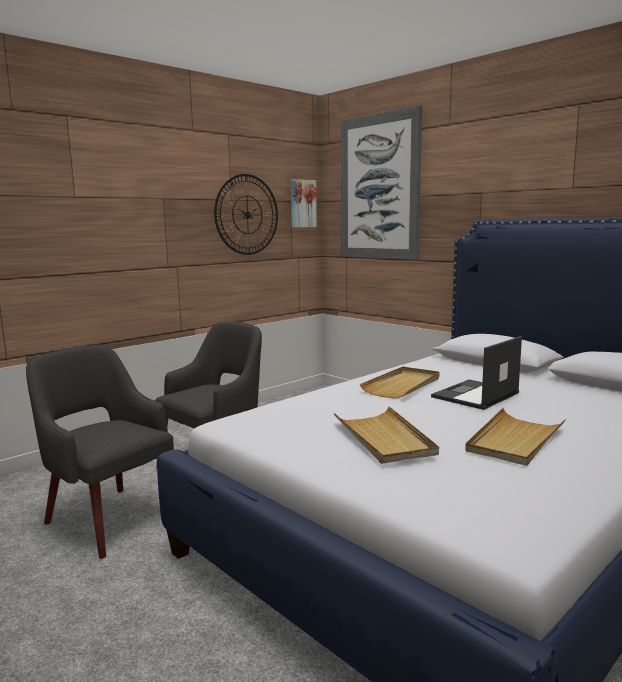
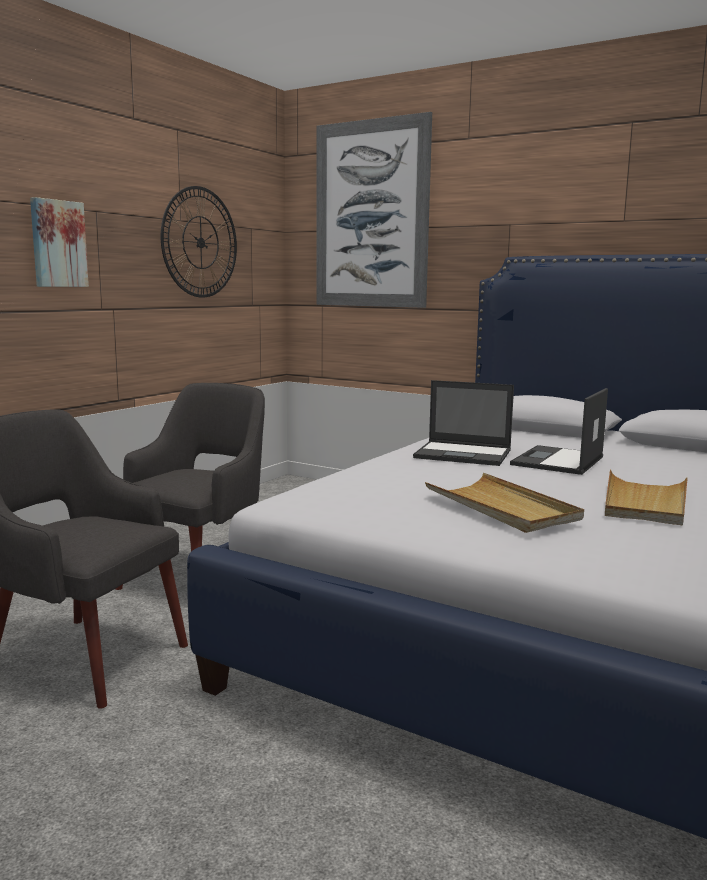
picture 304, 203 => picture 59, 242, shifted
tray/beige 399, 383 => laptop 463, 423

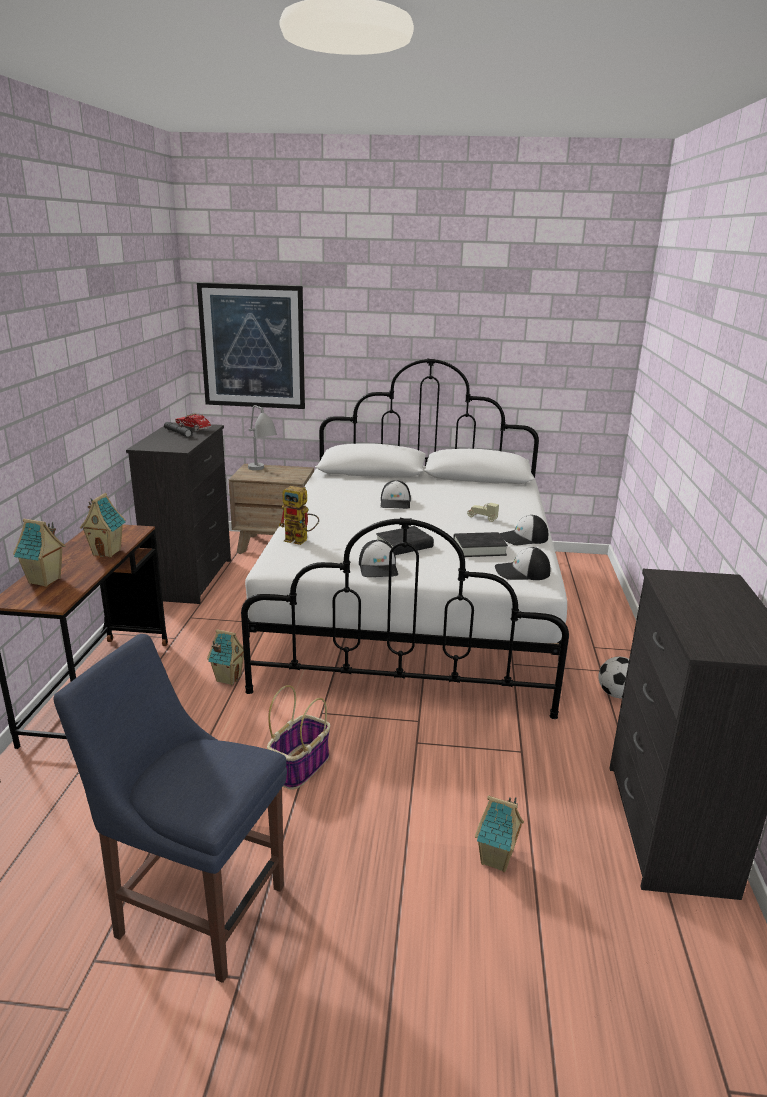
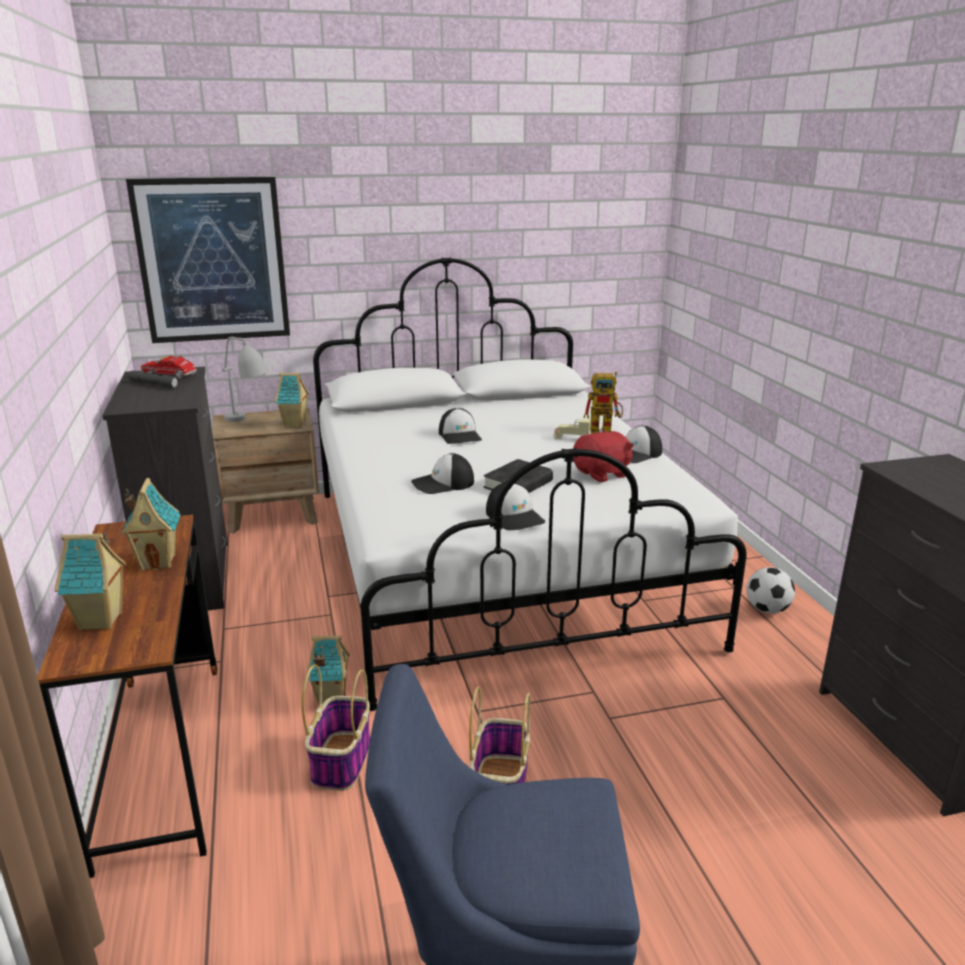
nothing => basket 336, 727
toy robot 299, 515 => toy robot 603, 402, shifted
toy house 499, 833 => toy house 292, 400, shifted
cap 522, 563 => cap 442, 473, shifted
book/black 480, 544 => plush toy/red 603, 456

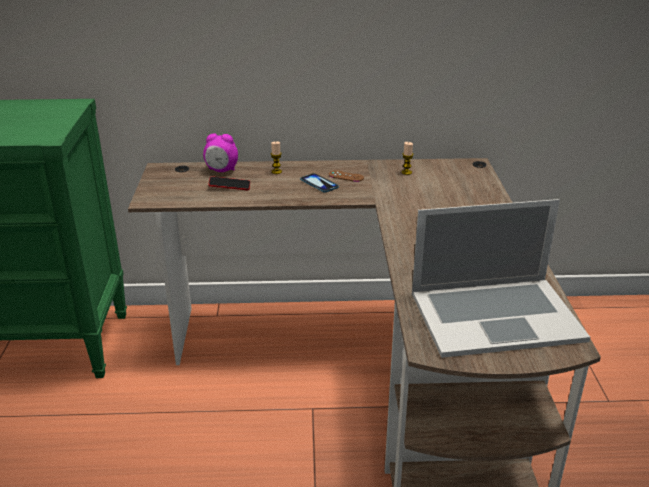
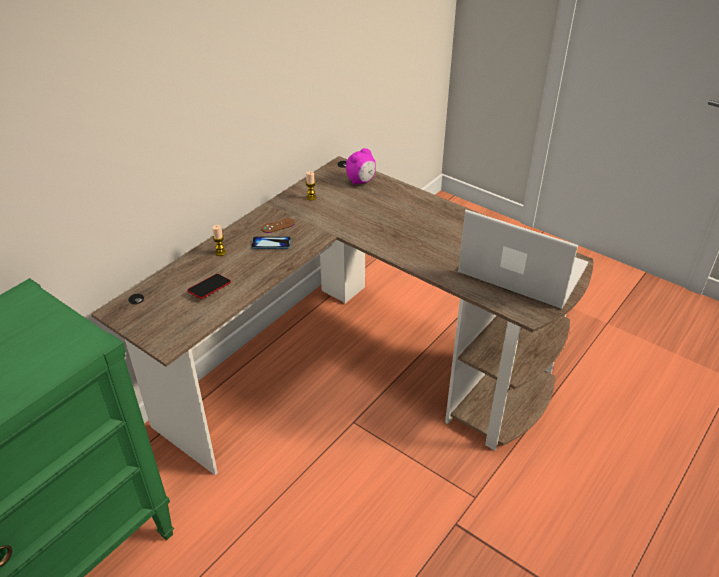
alarm clock 220, 153 => alarm clock 361, 166, shifted
laptop 501, 278 => laptop 523, 259, 90 degrees counterclockwise

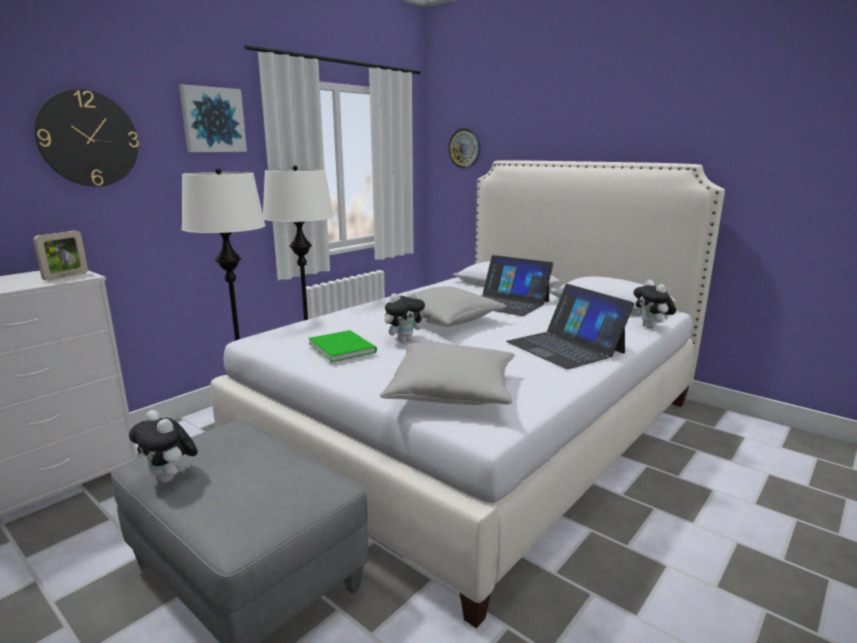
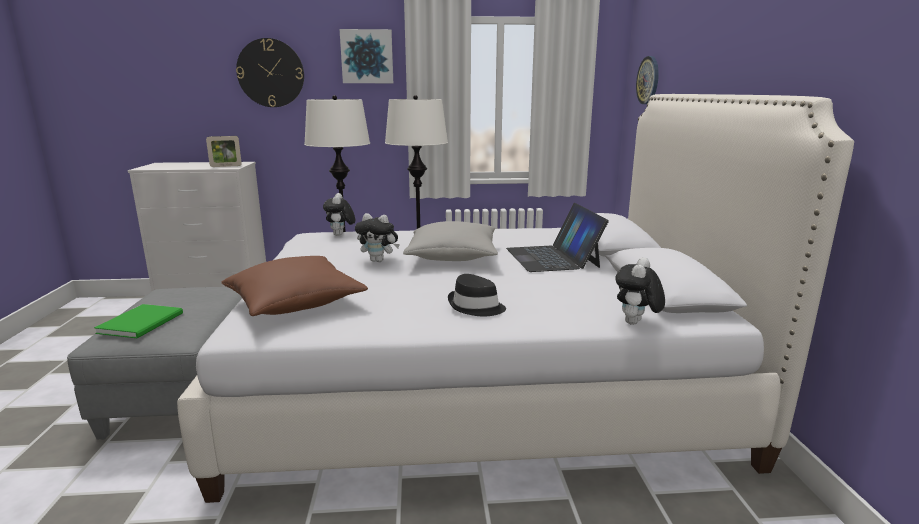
plush toy 163, 446 => plush toy 339, 214, shifted
book/green 342, 346 => book/green 138, 321, shifted
laptop 570, 326 => hat/black 477, 295
pillow/grey 447, 374 => pillow/brown 294, 286

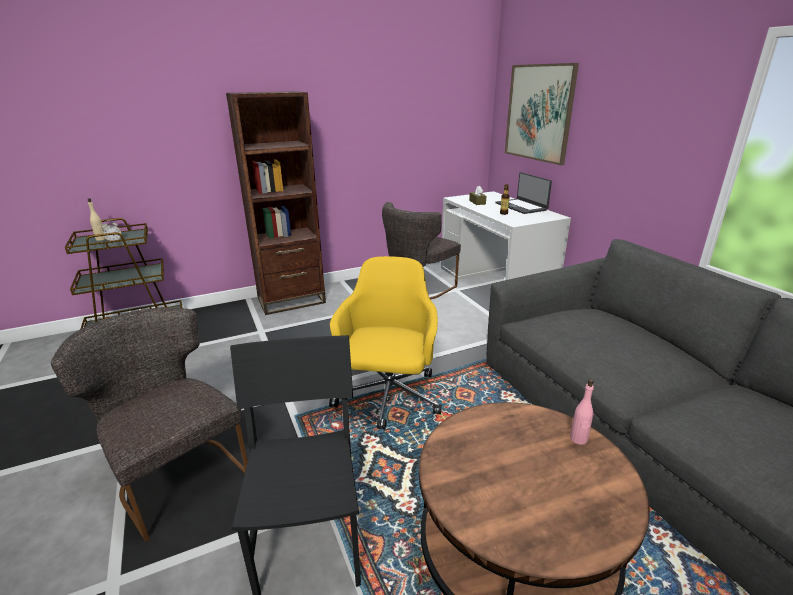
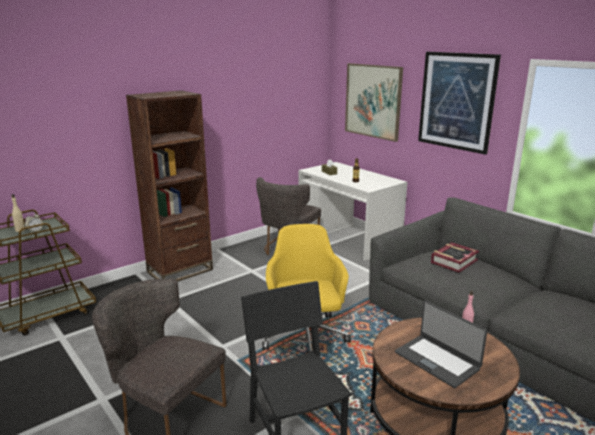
nothing => picture 459, 103
nothing => book 455, 257
laptop 523, 193 => laptop 441, 344, shifted

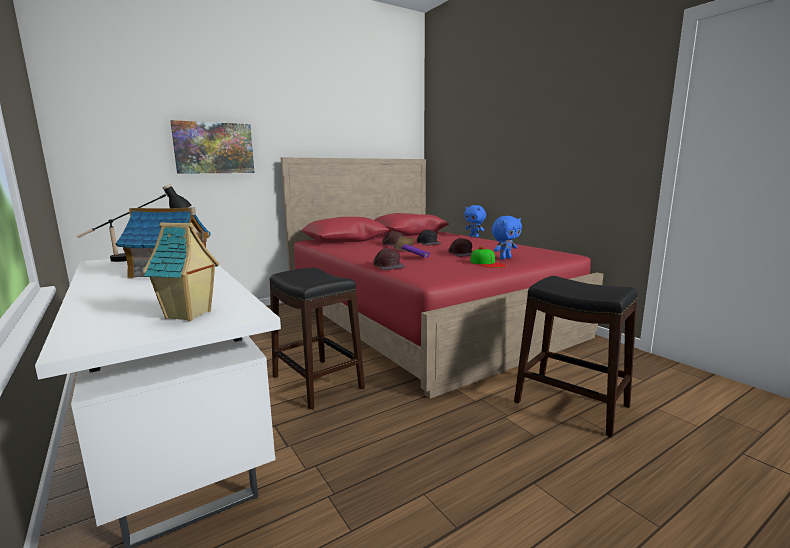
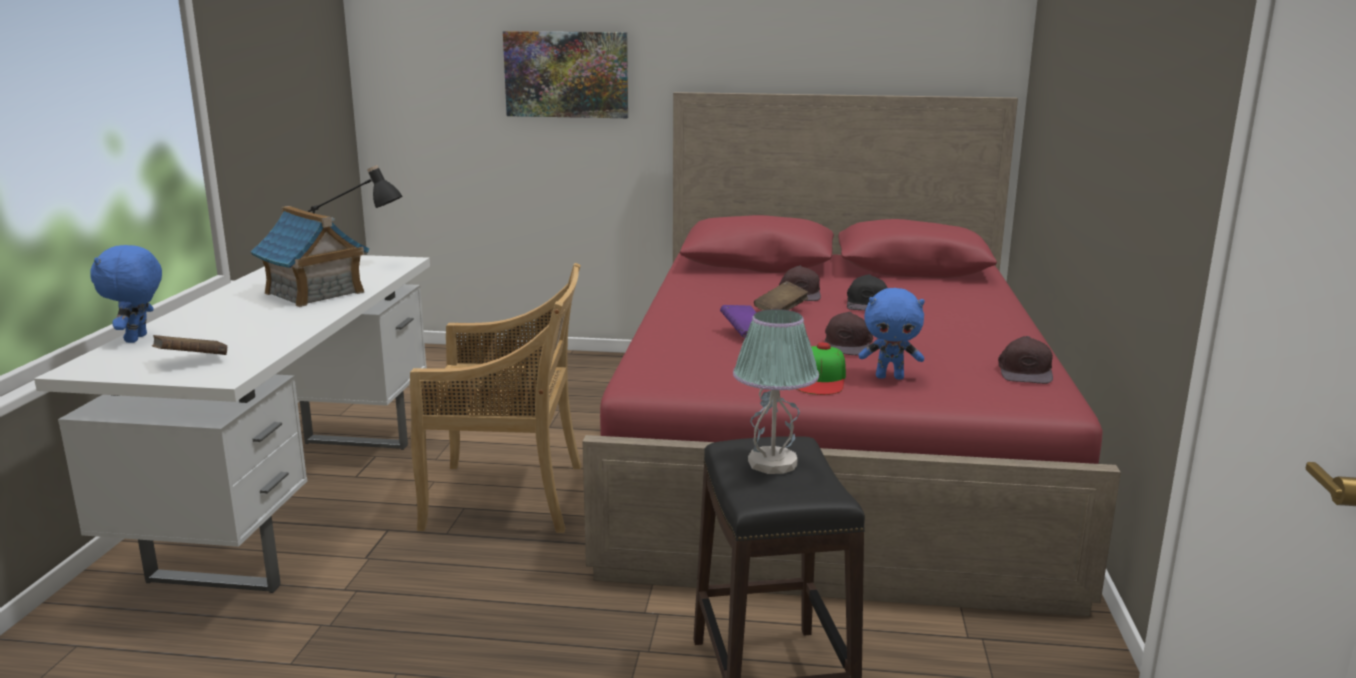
nothing => table lamp 776, 391
cap/brown 389, 259 => cap/brown 1025, 360, shifted
plush toy/blue 475, 221 => plush toy/blue 126, 294, shifted
toy house 181, 271 => book/brown 189, 345
stool/black 317, 338 => chair/beige 495, 398

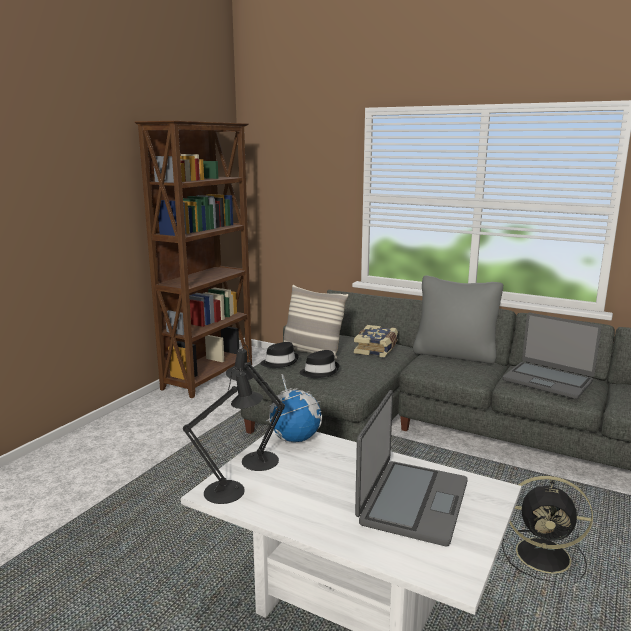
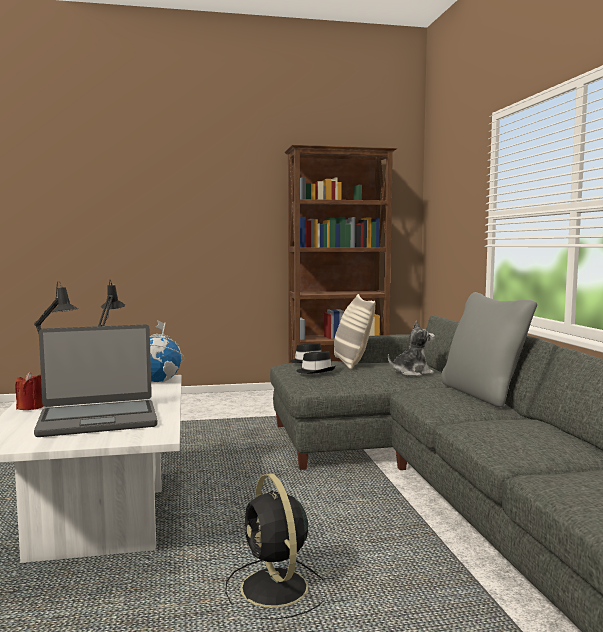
laptop 552, 356 => nothing
nothing => candle/red 29, 391
book 376, 341 => plush toy 411, 348

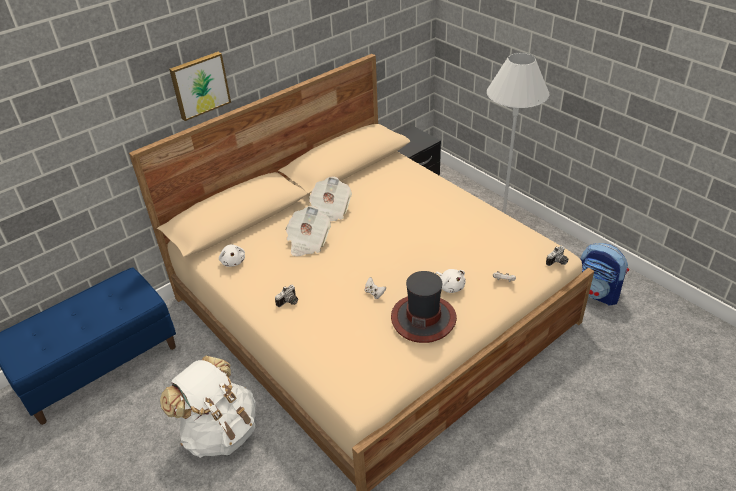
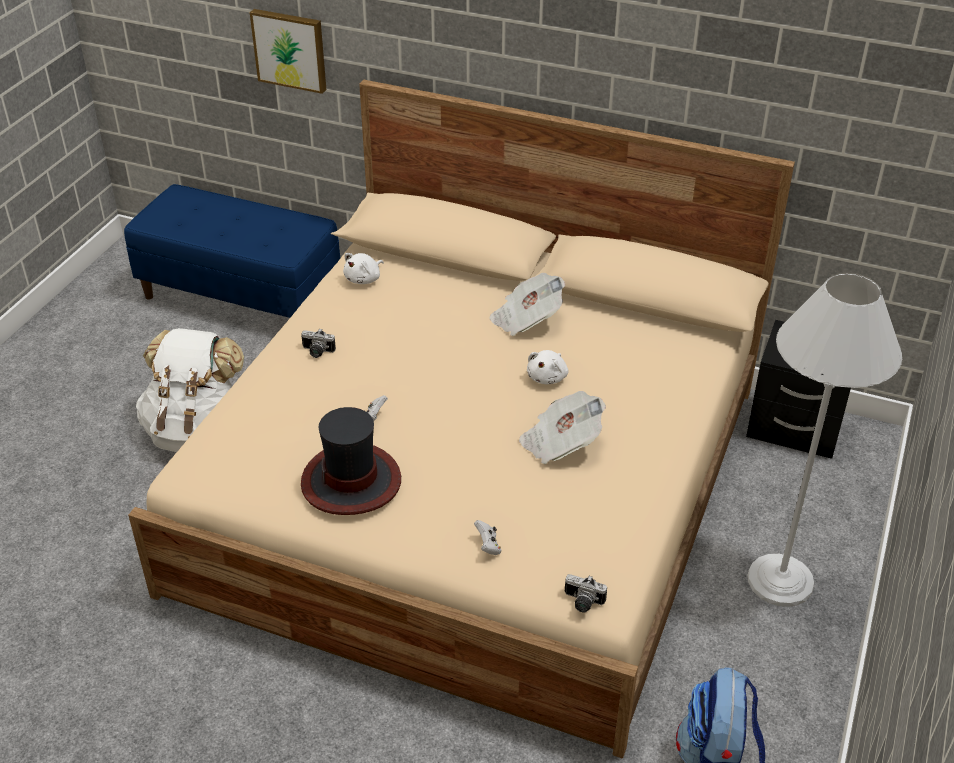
picture 200, 86 => picture 288, 51, shifted
newspaper 308, 231 => newspaper 562, 427, shifted
plush toy/white 451, 281 => plush toy/white 547, 367, shifted

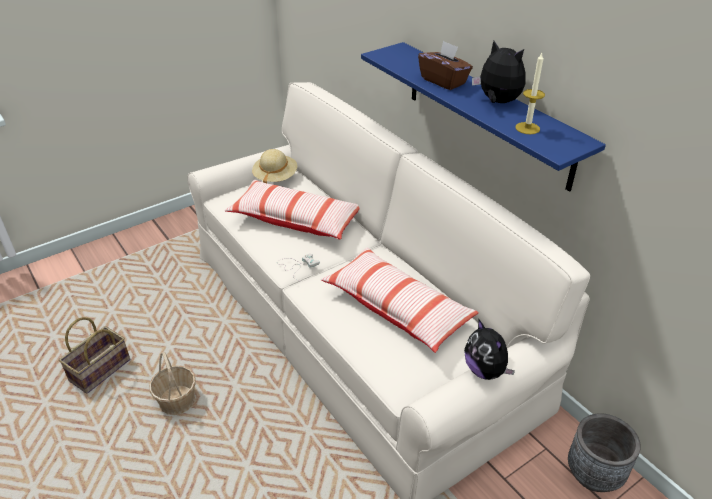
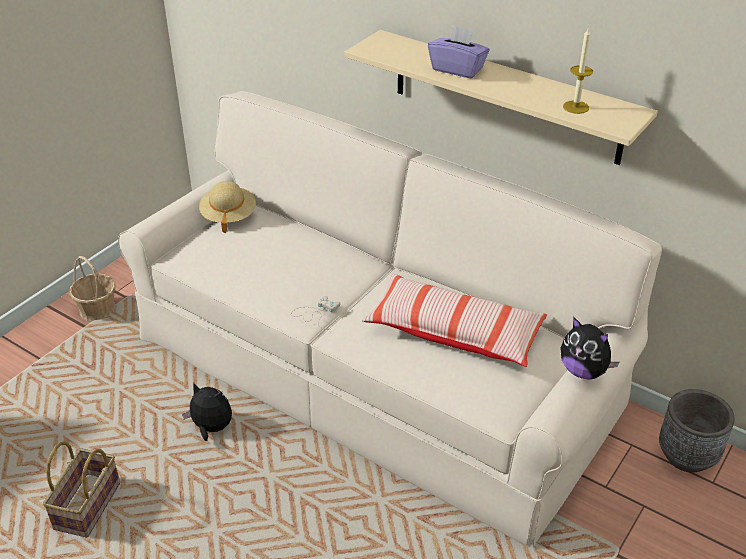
pillow 292, 209 => nothing
basket 172, 383 => basket 93, 288, shifted
plush toy 499, 72 => plush toy 207, 411, shifted
shelf/blue 483, 117 => shelf/beige 501, 97
tissue box/brown 445, 65 => tissue box/purple 459, 52

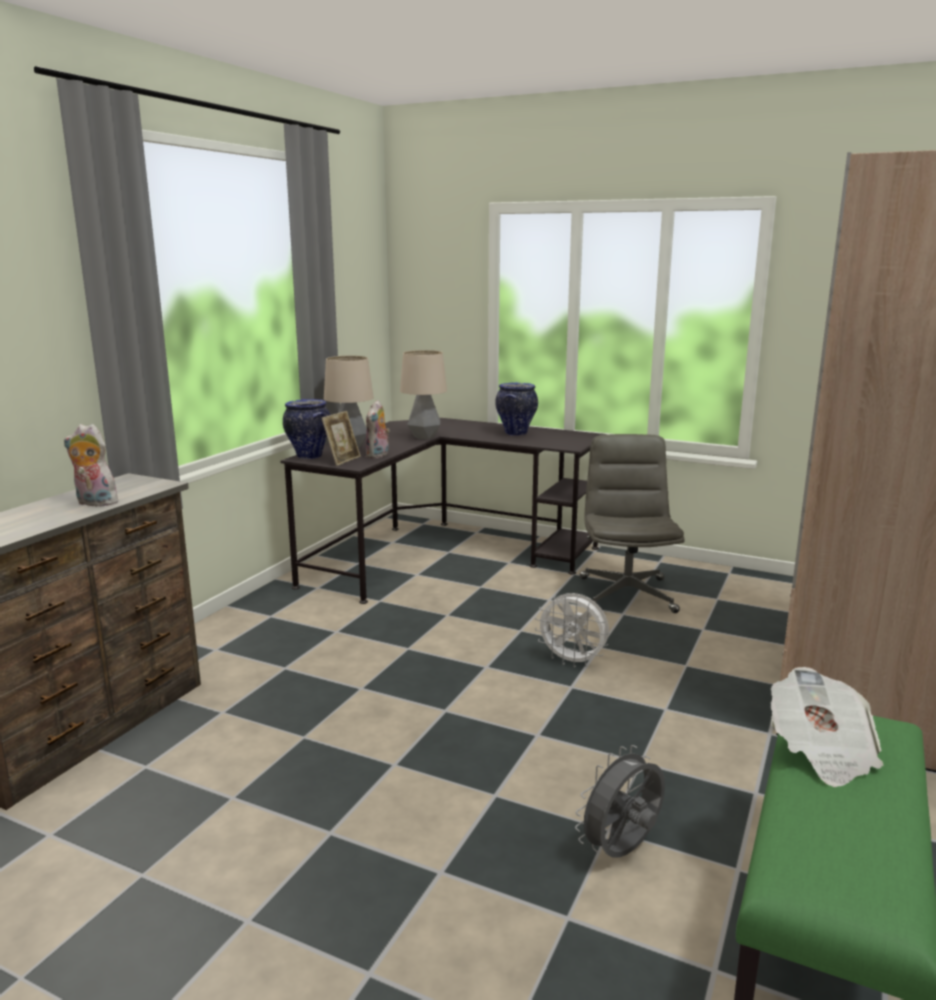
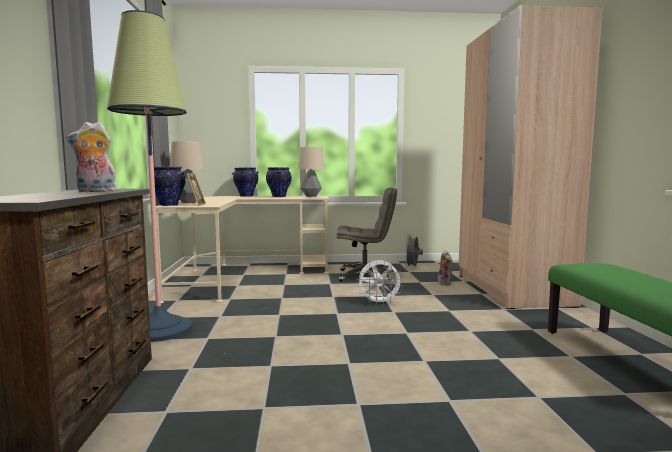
newspaper 827, 727 => nothing
nothing => floor lamp 149, 176
nothing => vase 245, 182
plush toy 378, 429 => plush toy 445, 268, shifted
table lamp 423, 394 => table lamp 311, 172, shifted
fan/grey 620, 801 => fan/grey 413, 251, shifted
desk/black 442, 511 => desk/beige 242, 249
office chair/grey 632, 523 => office chair/grey 366, 235, 120 degrees clockwise

